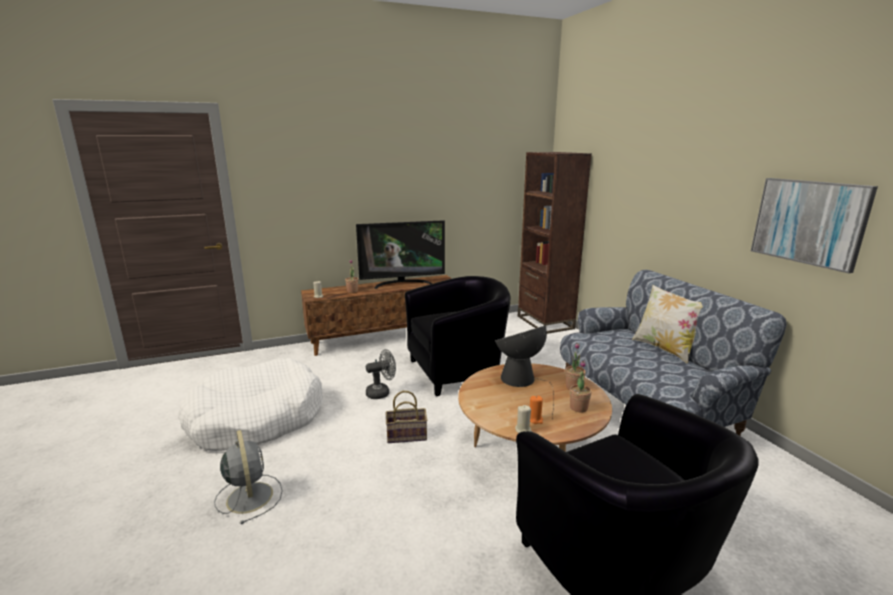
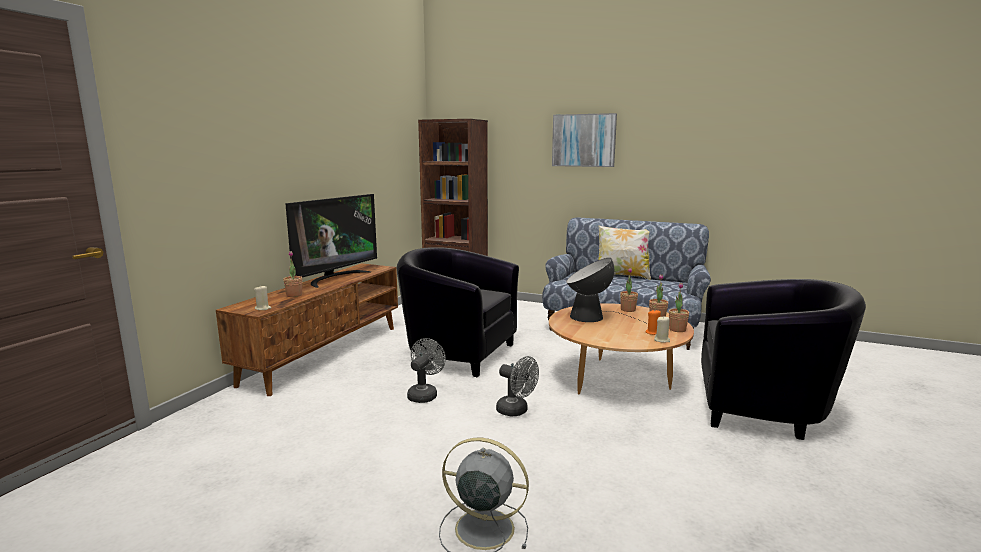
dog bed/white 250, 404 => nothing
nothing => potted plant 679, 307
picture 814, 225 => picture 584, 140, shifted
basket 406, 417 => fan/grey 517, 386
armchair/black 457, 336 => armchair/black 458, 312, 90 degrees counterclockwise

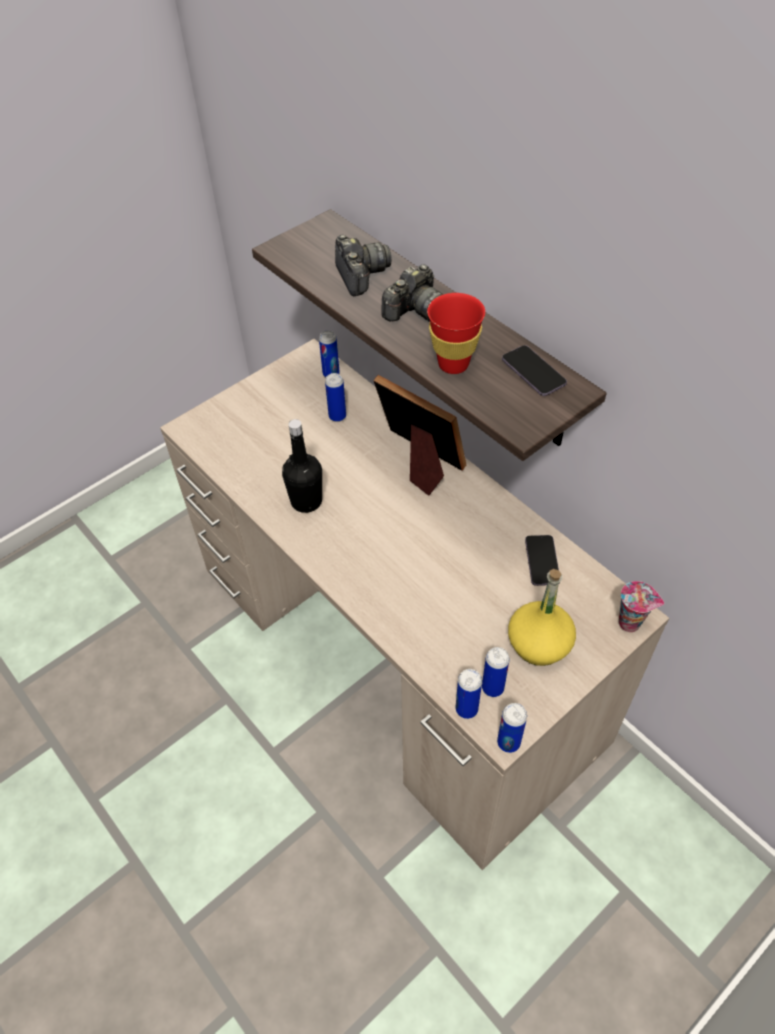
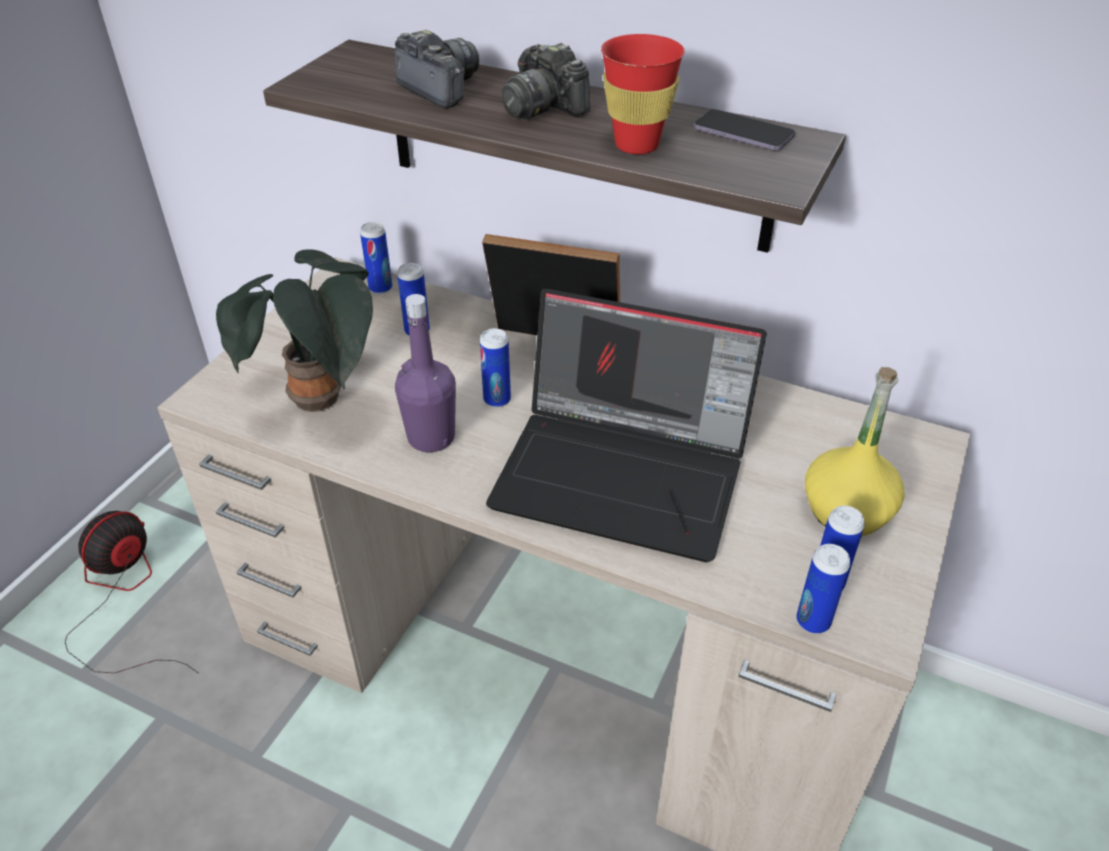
phone 542, 560 => nothing
cup 641, 606 => nothing
nothing => fan 131, 592
nothing => potted plant 294, 330
nothing => laptop 626, 425
can 512, 728 => can 495, 367, shifted
bottle/black 302, 466 => bottle/purple 425, 373
photo camera 413, 293 => photo camera 546, 80, 120 degrees clockwise

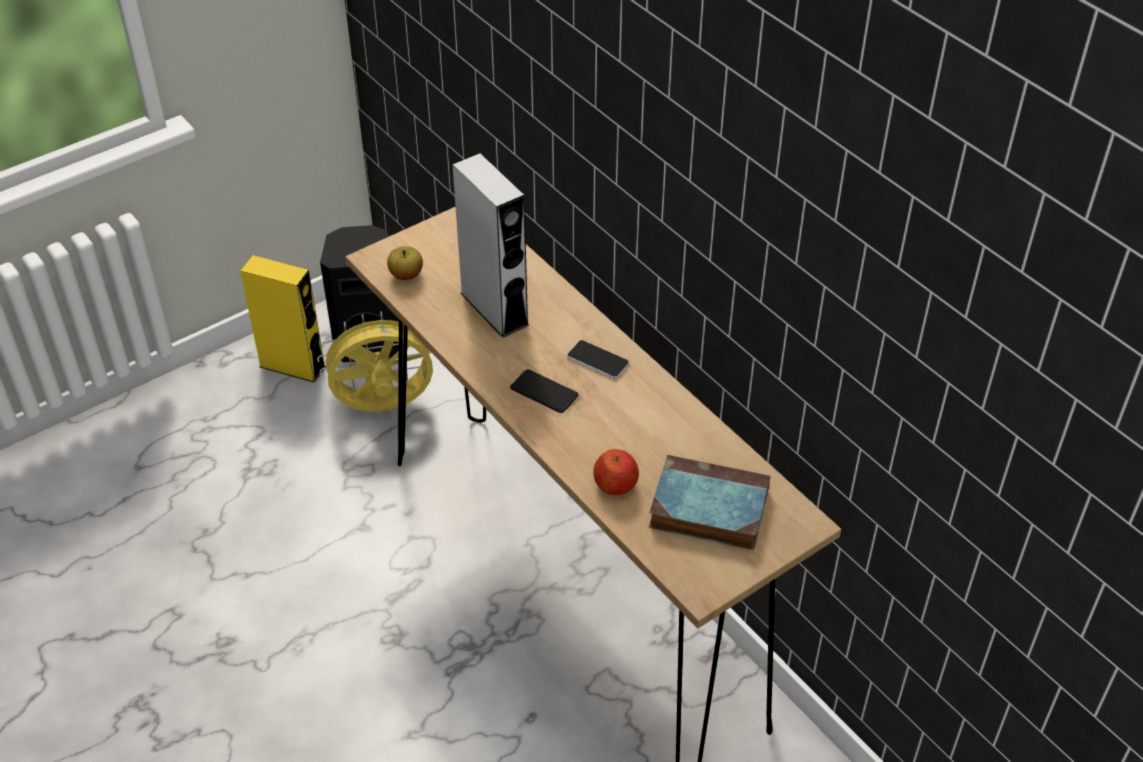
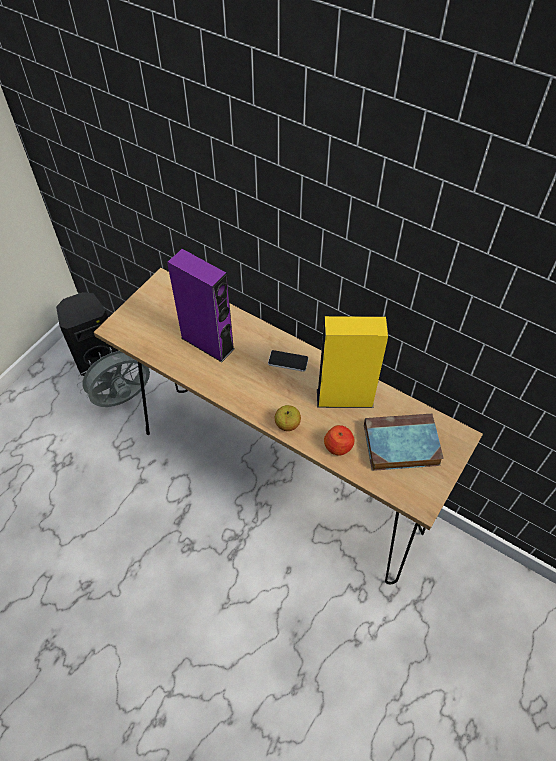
phone 544, 391 => nothing
speaker/yellow 283, 319 => speaker/yellow 352, 362, shifted
apple 405, 263 => apple 288, 418, shifted
fan/yellow 375, 361 => fan/grey 113, 377
speaker/grey 491, 245 => speaker/purple 201, 305

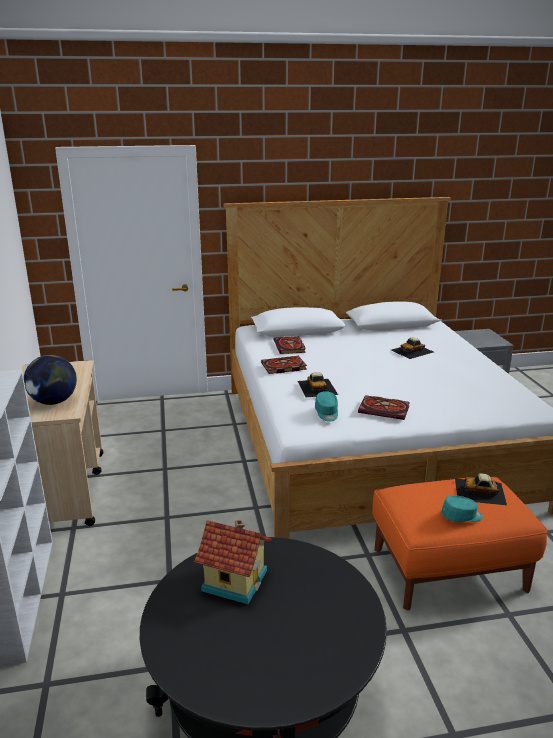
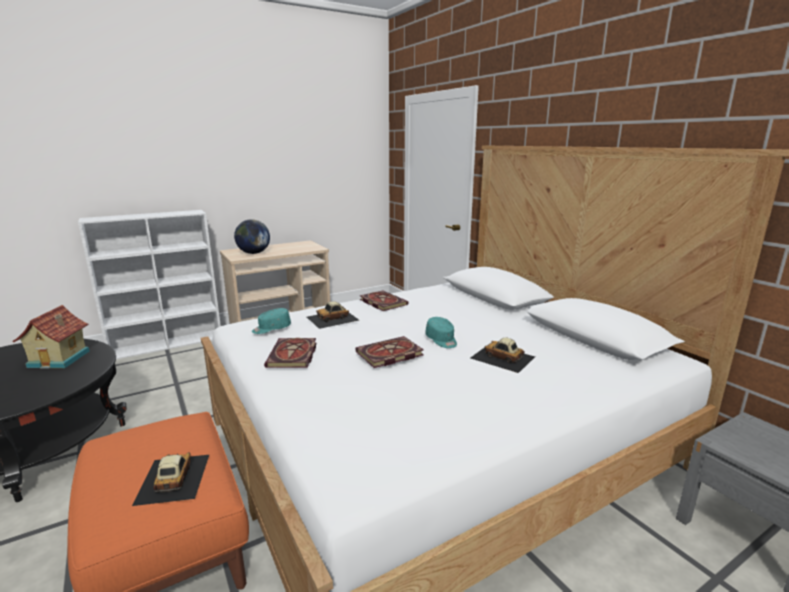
book 289, 345 => book 390, 352, shifted
cap/turquoise 462, 509 => cap/turquoise 441, 332, shifted

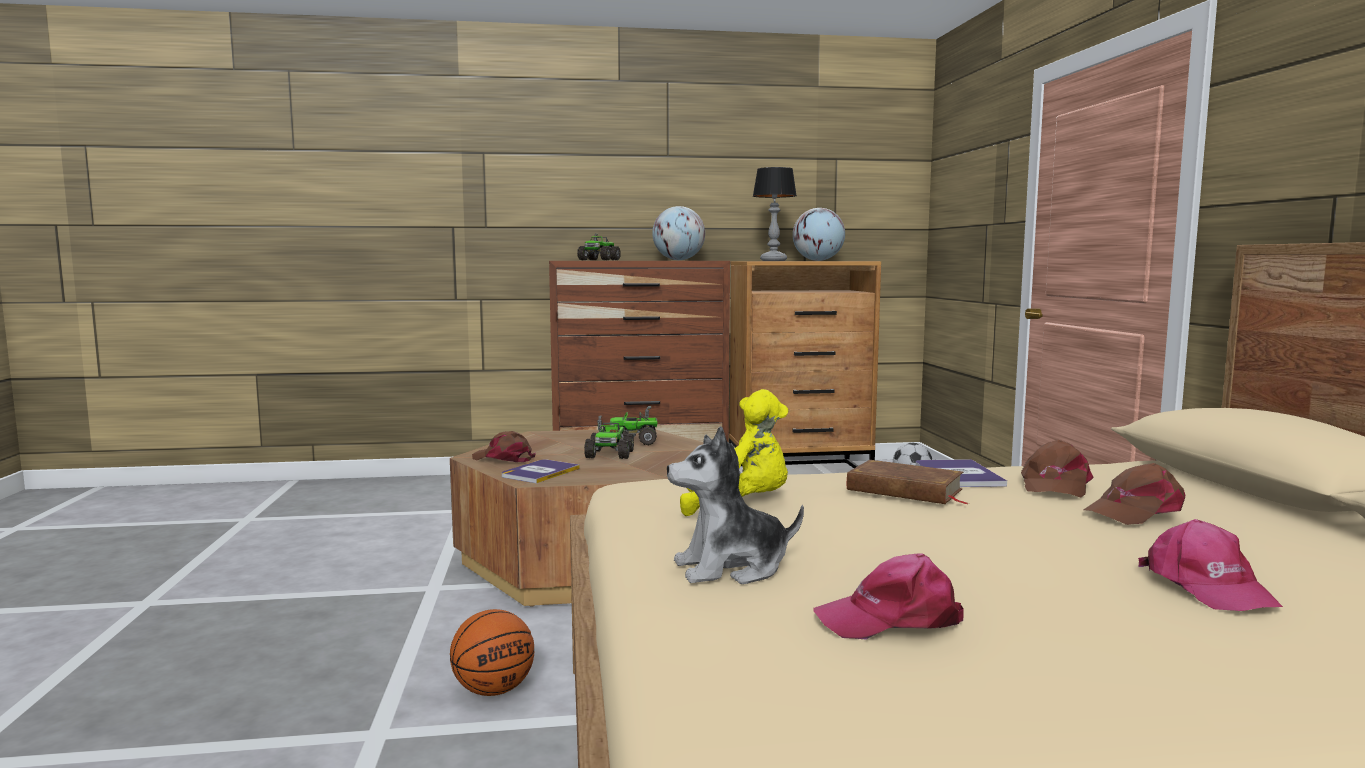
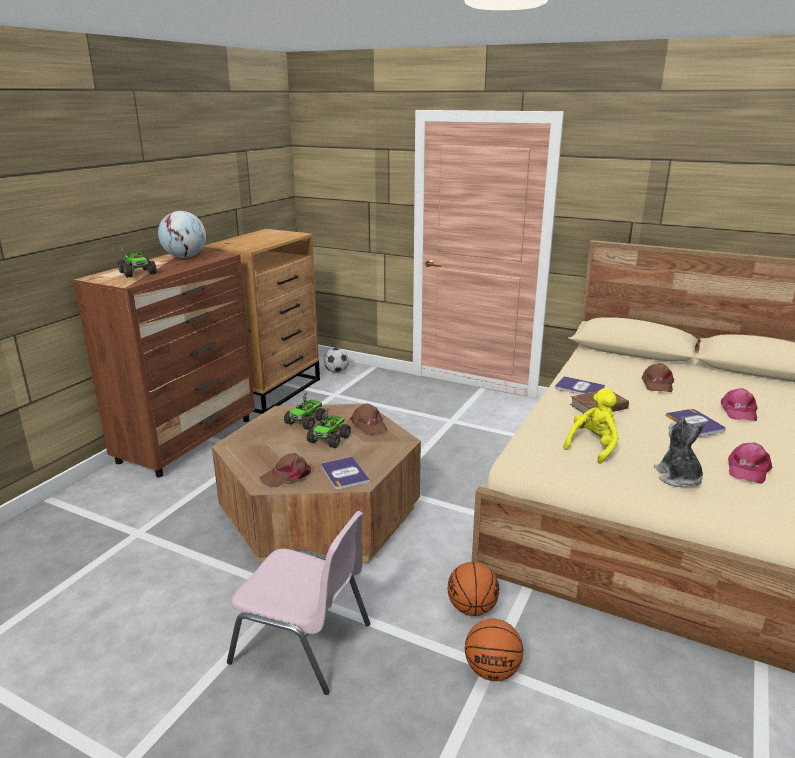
table lamp 775, 214 => nothing
globe 819, 234 => nothing
nothing => chair/pink 298, 603
nothing => basketball 494, 649
nothing => book 696, 423
cap/brown 1057, 469 => cap/brown 368, 419, shifted
toy truck 609, 437 => toy truck 329, 428, 75 degrees clockwise
plush toy 735, 505 => plush toy 679, 451, 150 degrees clockwise
cap/pink 1210, 565 => cap/pink 739, 404, 75 degrees clockwise

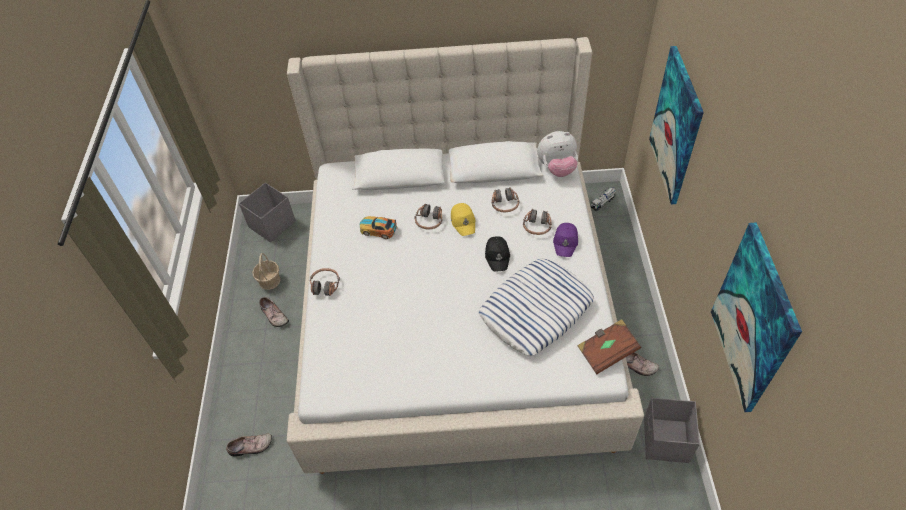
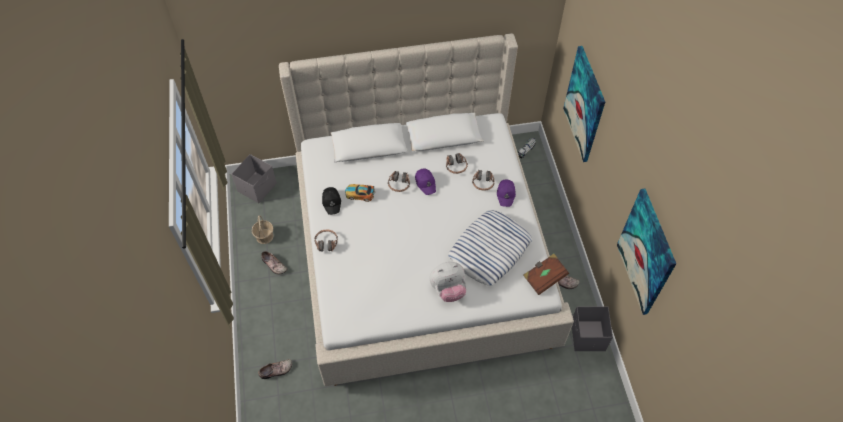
cap/black 497, 254 => cap/black 331, 201, shifted
plush toy 557, 154 => plush toy 448, 282, shifted
cap/yellow 463, 219 => cap/purple 425, 181

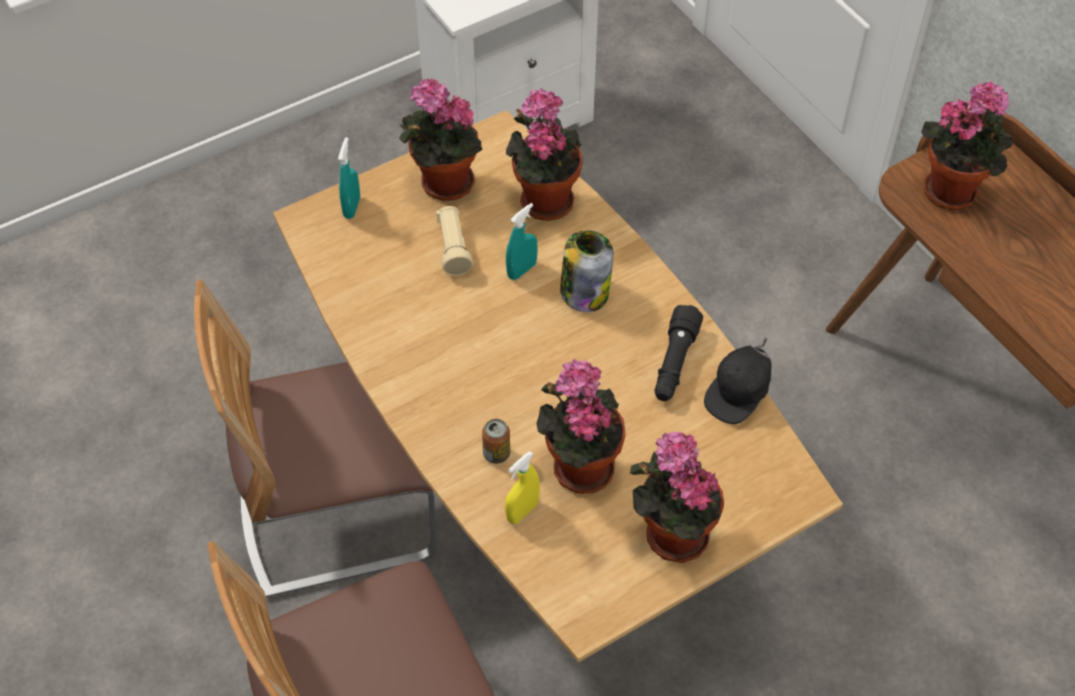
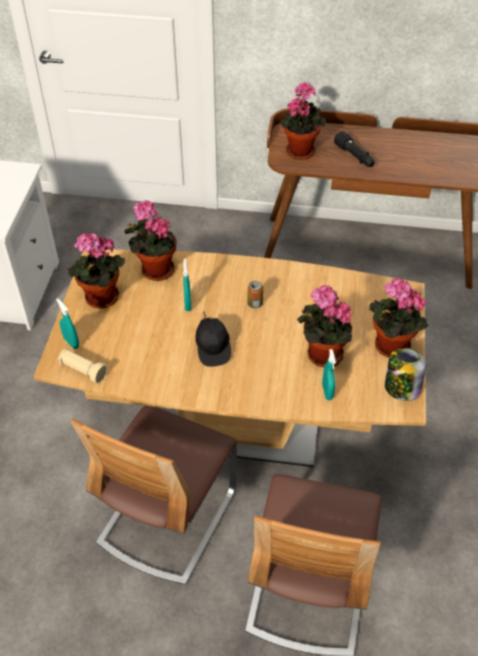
flashlight/beige 454, 241 => flashlight/beige 82, 366, shifted
can 496, 441 => can 255, 294, shifted
jar 586, 271 => jar 405, 374, shifted
flashlight/black 678, 353 => flashlight/black 354, 149, shifted
cap/black 737, 380 => cap/black 213, 339, shifted
spray bottle/yellow 522, 487 => spray bottle/turquoise 329, 374

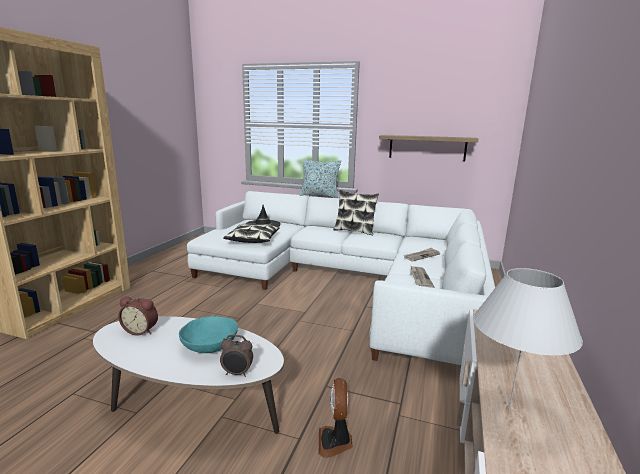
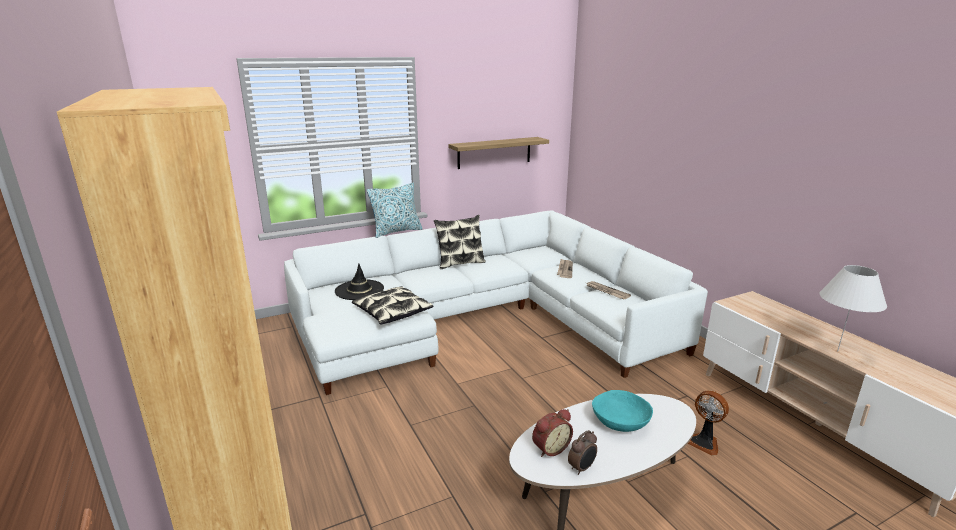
alarm clock 236, 356 => alarm clock 582, 452, shifted

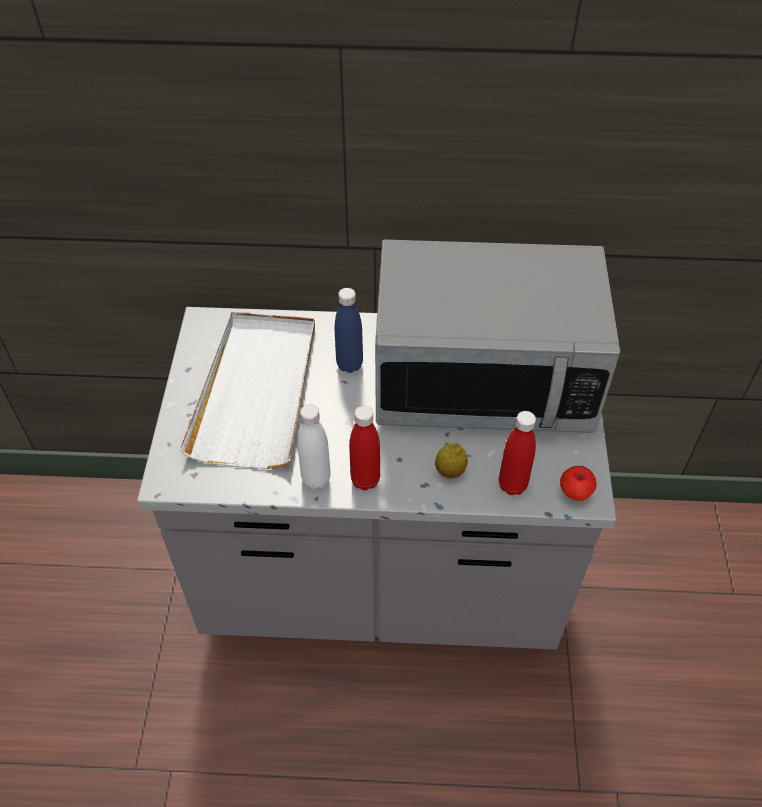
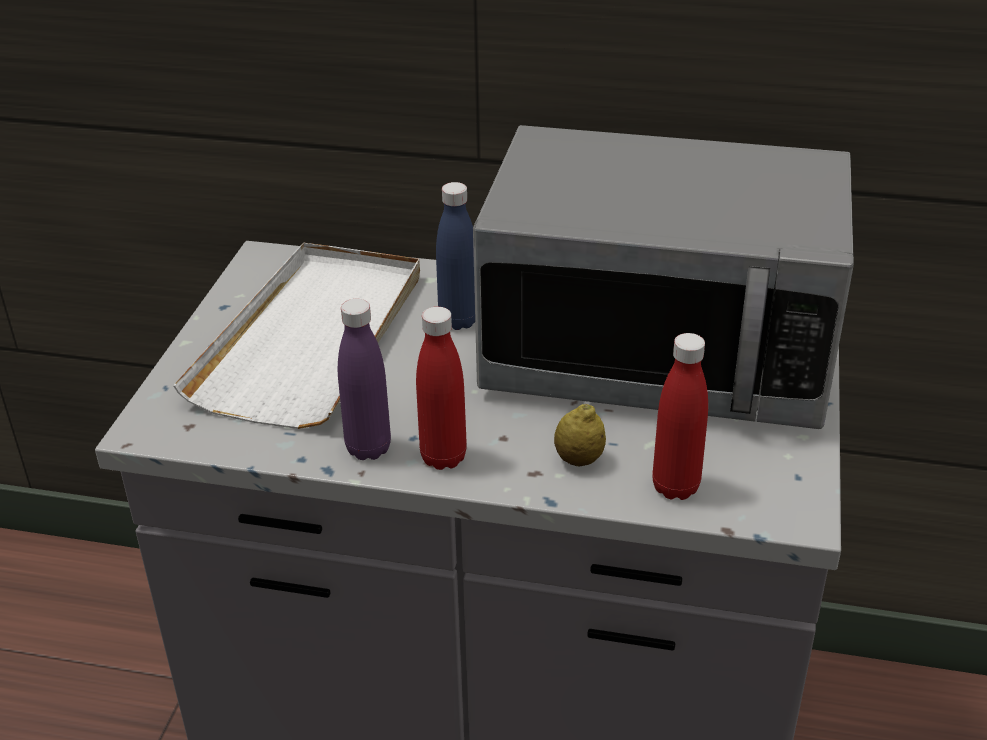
apple 578, 483 => nothing
bottle/white 314, 446 => bottle/purple 364, 379

